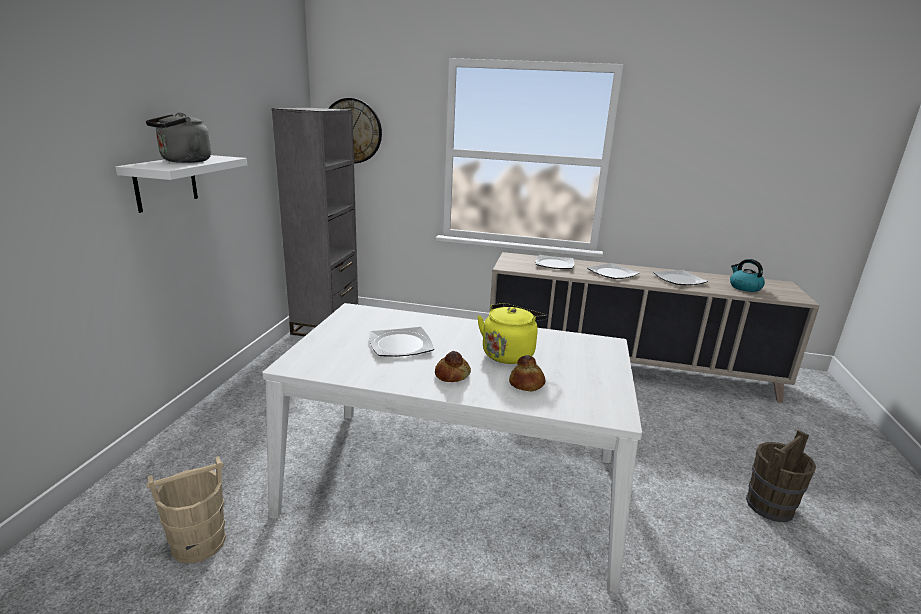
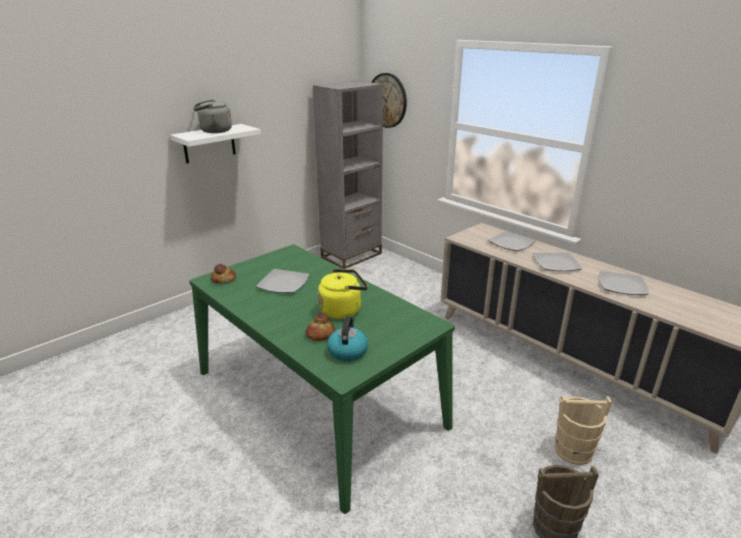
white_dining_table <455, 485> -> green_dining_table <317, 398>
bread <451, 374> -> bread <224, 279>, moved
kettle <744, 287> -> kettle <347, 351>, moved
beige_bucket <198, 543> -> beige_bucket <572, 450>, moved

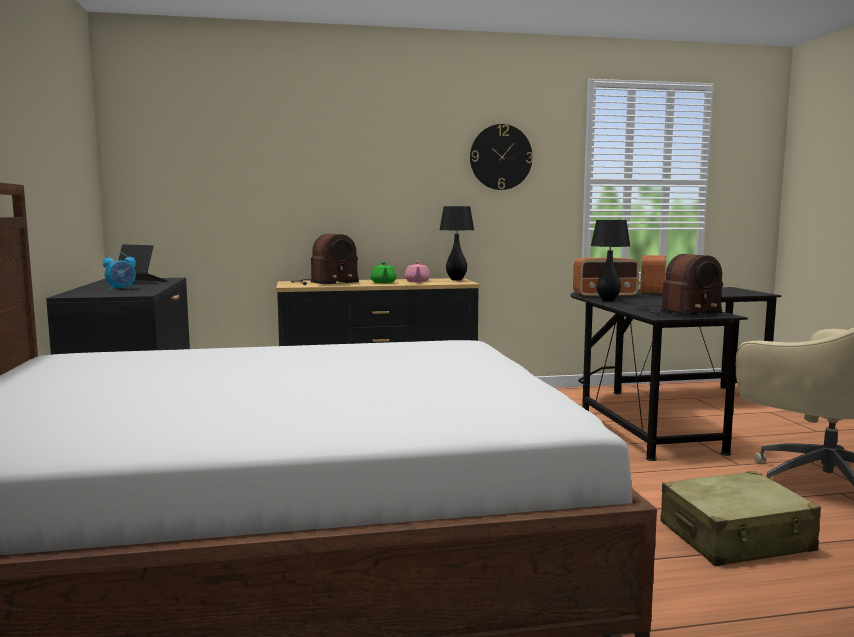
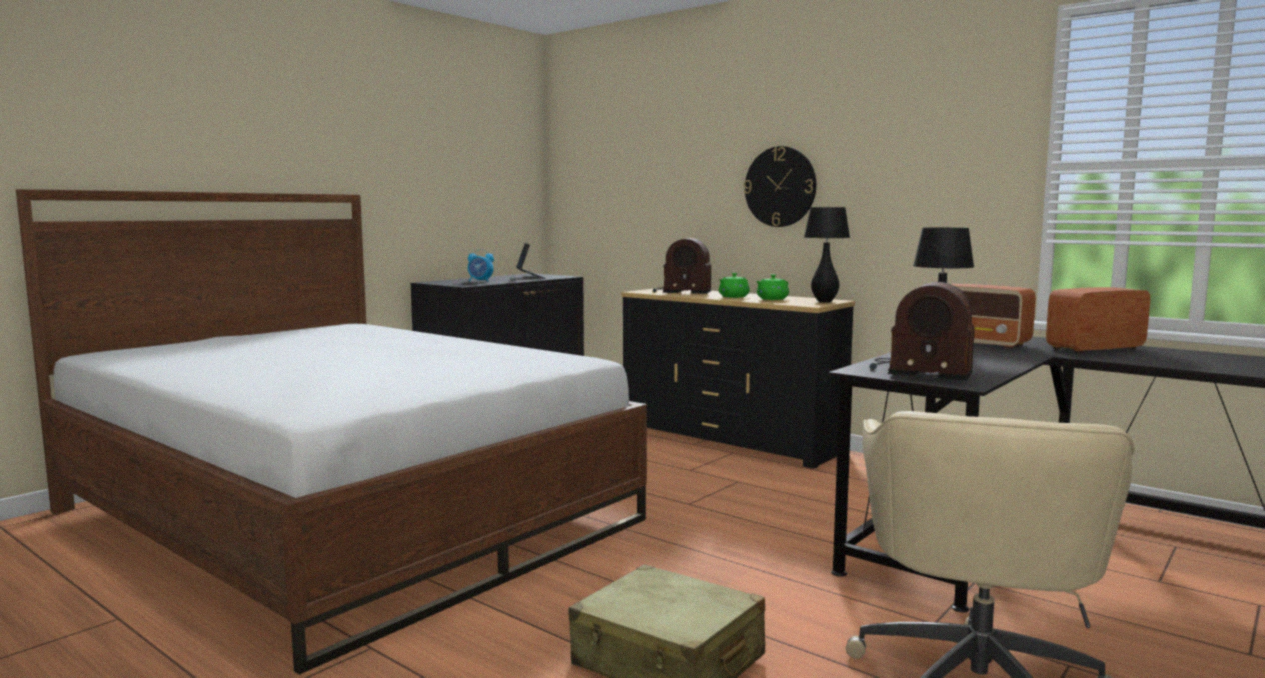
wall_clock <501, 157> -> wall_clock <780, 186>, moved
pink_teapot <417, 281> -> green_teapot <771, 299>

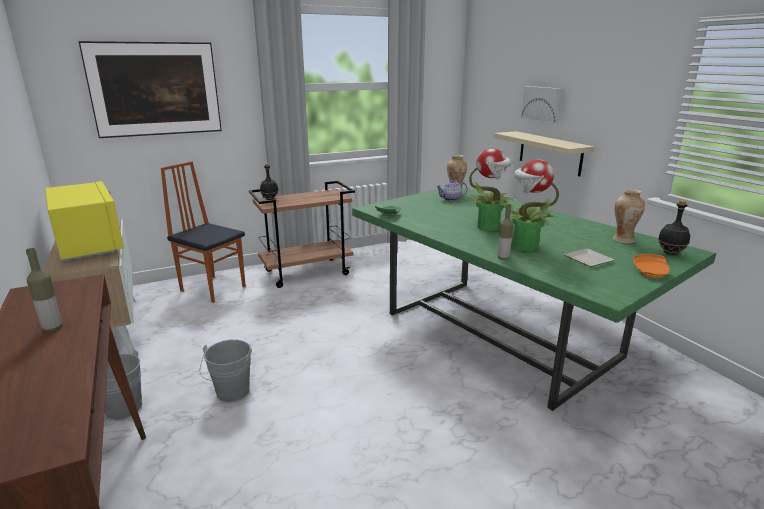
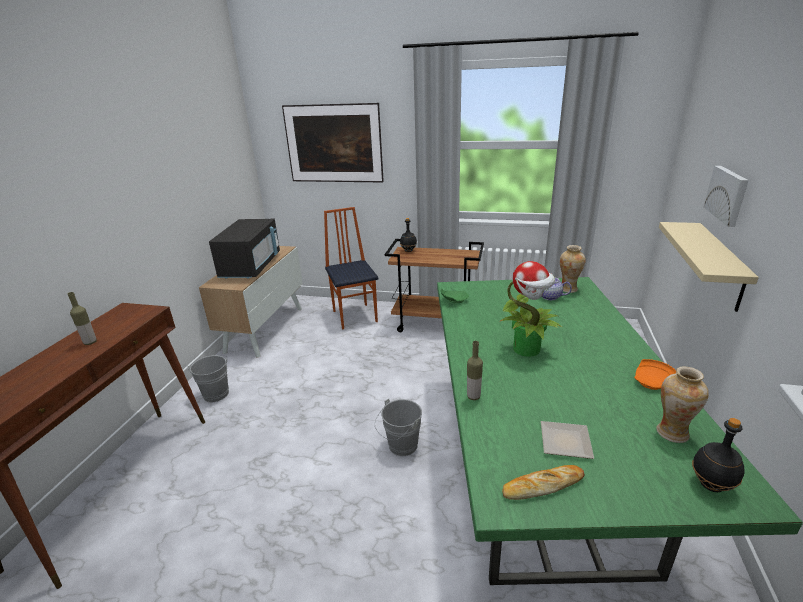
yellow_microwave <90, 245> -> black_microwave <251, 267>
grey_bucket <231, 394> -> grey_bucket <400, 447>, moved
none -> bread <542, 486>
orange_plate <651, 273> -> orange_plate <652, 381>, moved
potted_plant <524, 246> -> none

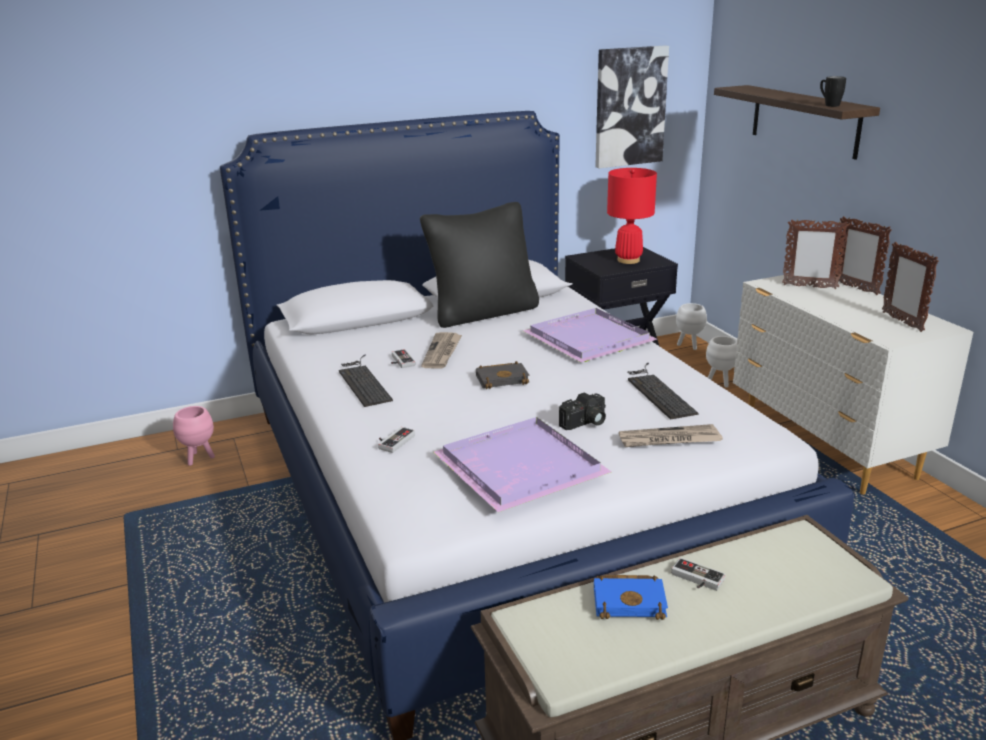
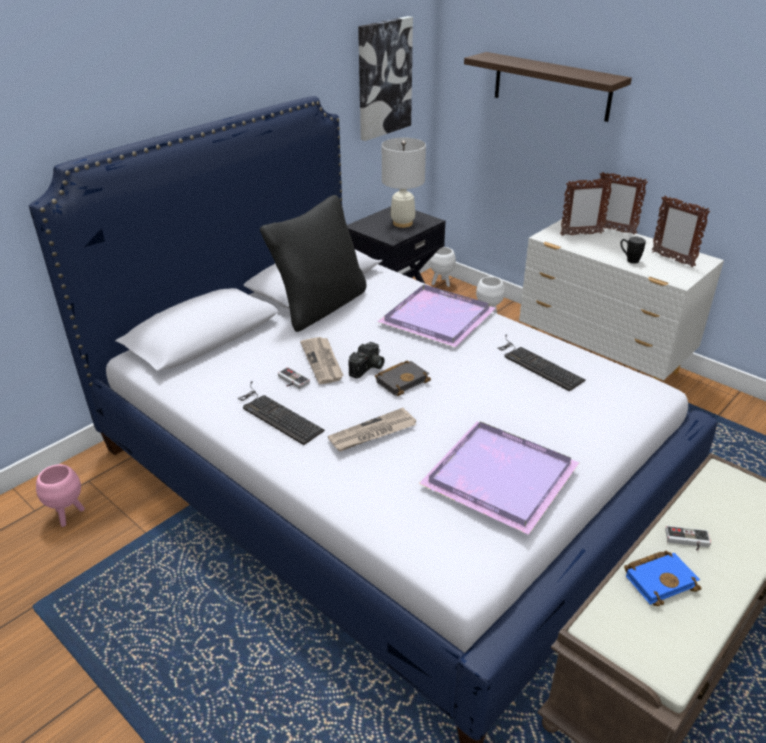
newspaper <669, 440> -> newspaper <372, 433>, moved
photo_camera <585, 423> -> photo_camera <368, 368>, moved
red_table_lamp <628, 260> -> white_table_lamp <402, 223>
black_mug <828, 105> -> black_mug <629, 260>, moved
game_controller <393, 441> -> none

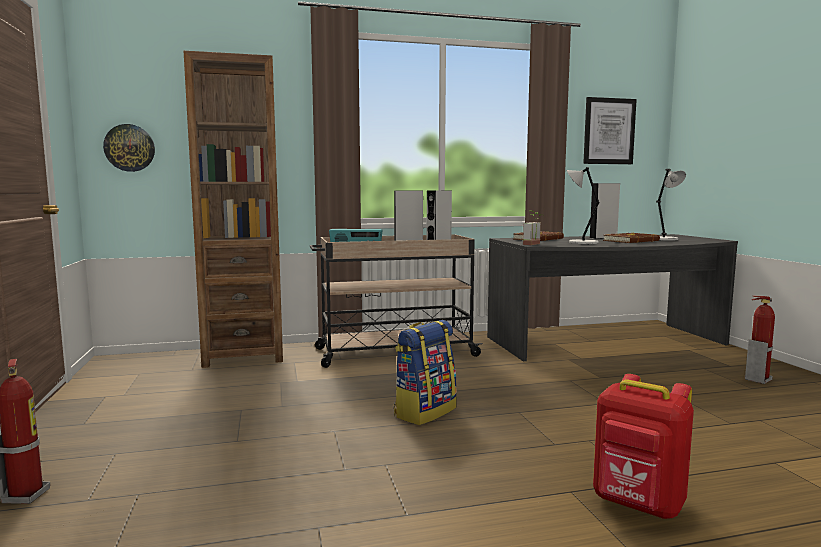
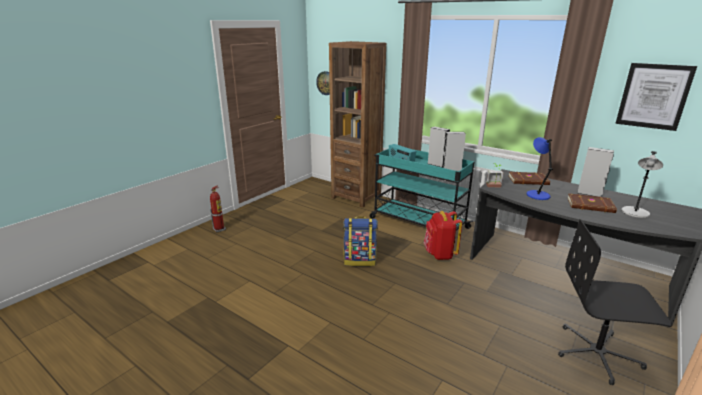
beige_cart <394, 352> -> turquoise_cart <417, 223>
red_backpack <638, 505> -> red_backpack <439, 254>, moved
grey_table_lamp <581, 242> -> blue_table_lamp <537, 195>
fire_extinguisher <757, 379> -> black_office_chair <597, 354>

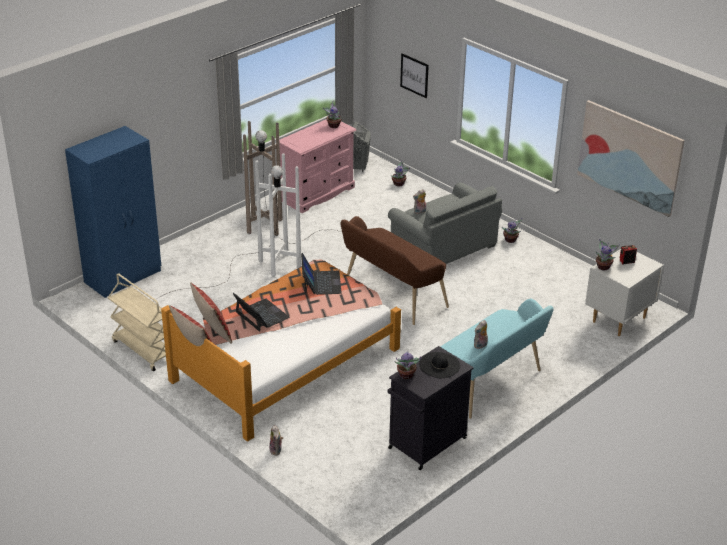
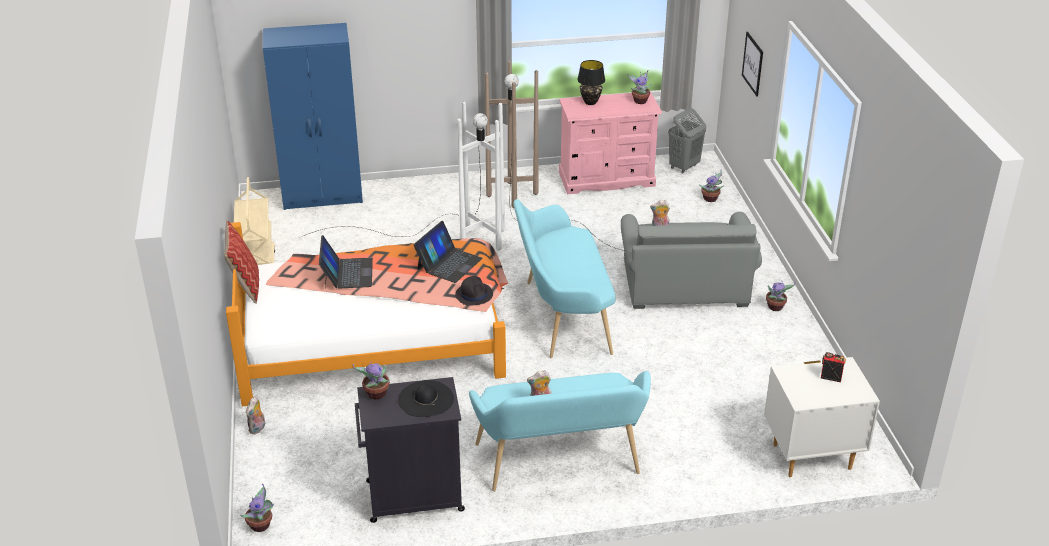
potted_plant <604, 267> -> potted_plant <261, 525>, moved
none -> black_hat <474, 294>
brown_bench <390, 296> -> turquoise_bench <561, 316>
none -> black_table_lamp <590, 102>
pillow <212, 332> -> none
picture <629, 157> -> none

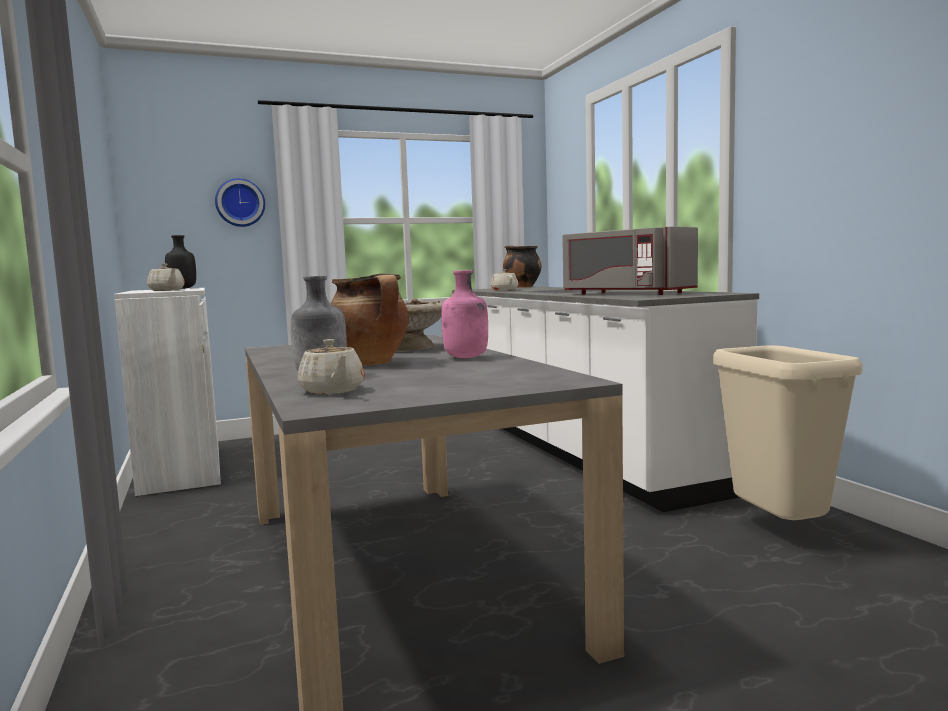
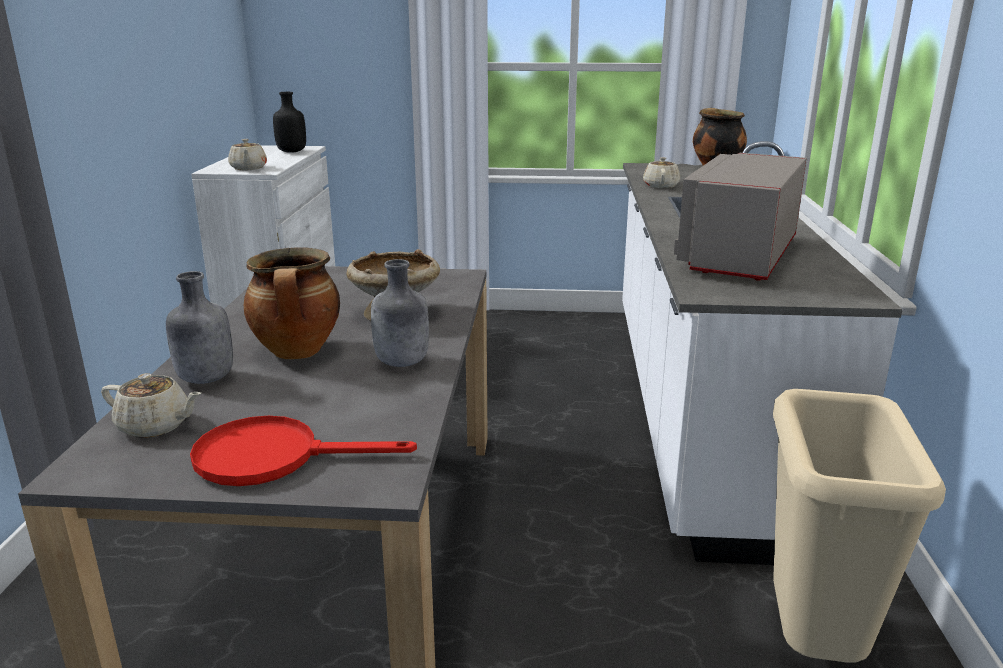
beige_teapot <332, 391> -> beige_teapot <156, 426>, 75 degrees counterclockwise
none -> red_frying_pan <274, 457>
pink_bottle <466, 357> -> grey_bottle <402, 363>
grey_microwave <625, 294> -> grey_microwave <738, 256>, 45 degrees clockwise
wall_clock <240, 203> -> none

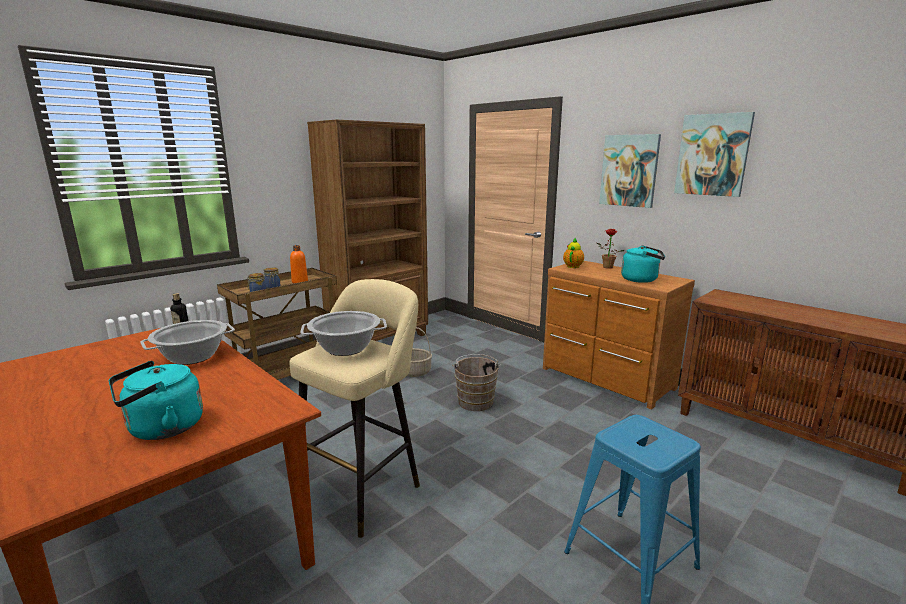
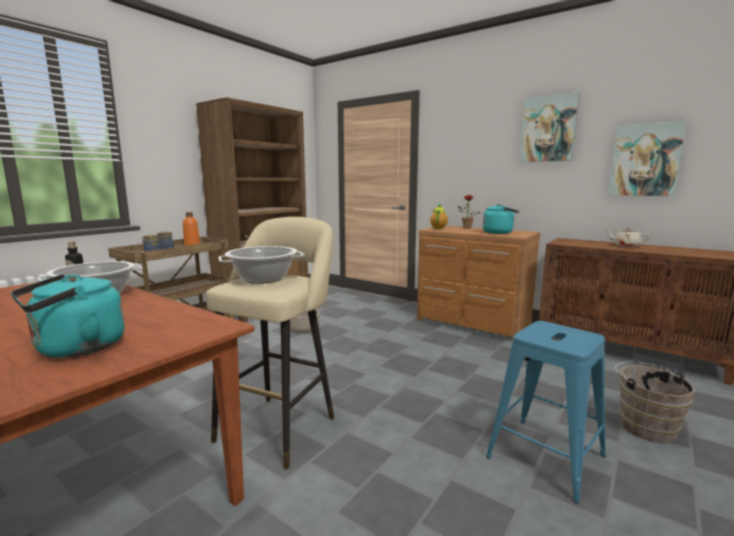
none -> beige_teapot <625, 245>
picture <629, 170> -> picture <645, 160>, moved
brown_bucket <476, 401> -> brown_bucket <644, 426>, moved

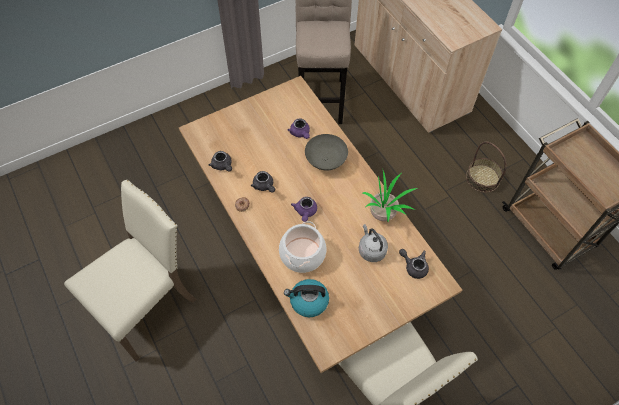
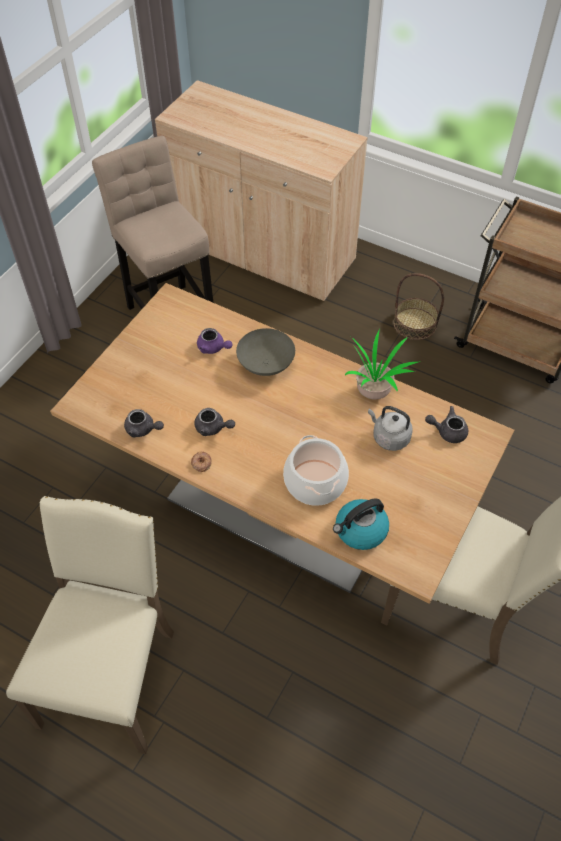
purple_teapot <305, 212> -> none

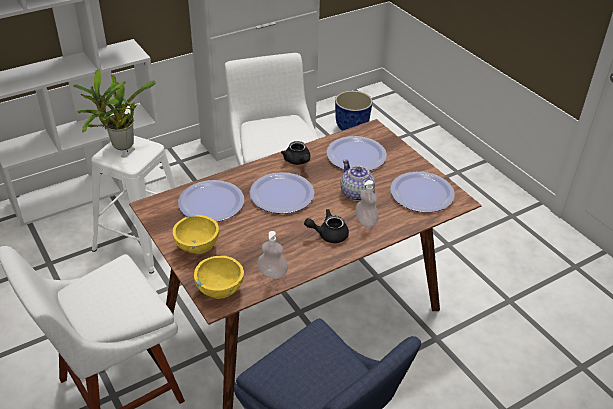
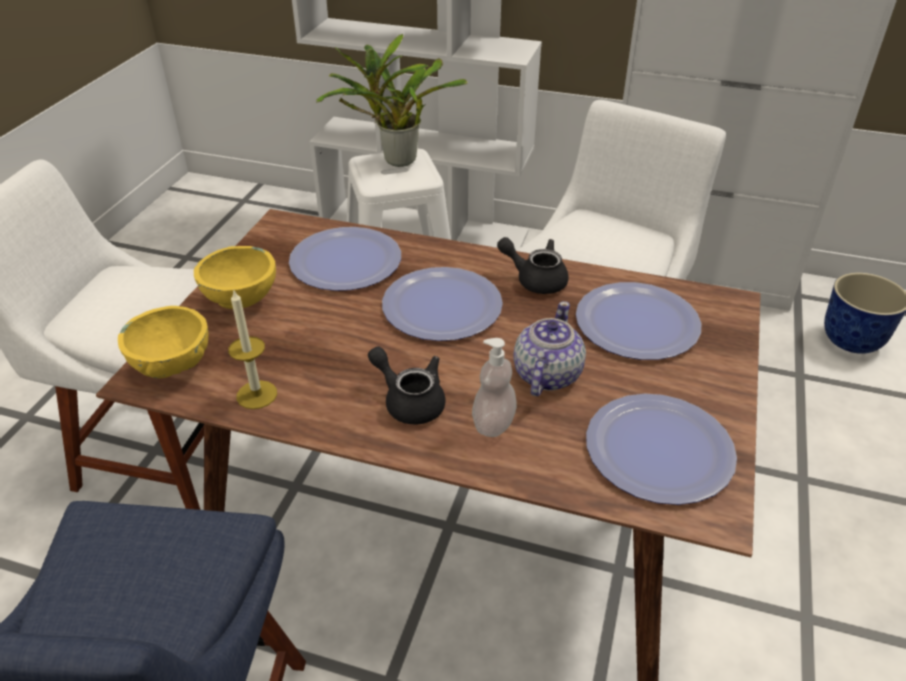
soap_dispenser <272, 273> -> candle <256, 394>
black_teapot <298, 161> -> black_teapot <535, 279>, 90 degrees clockwise

